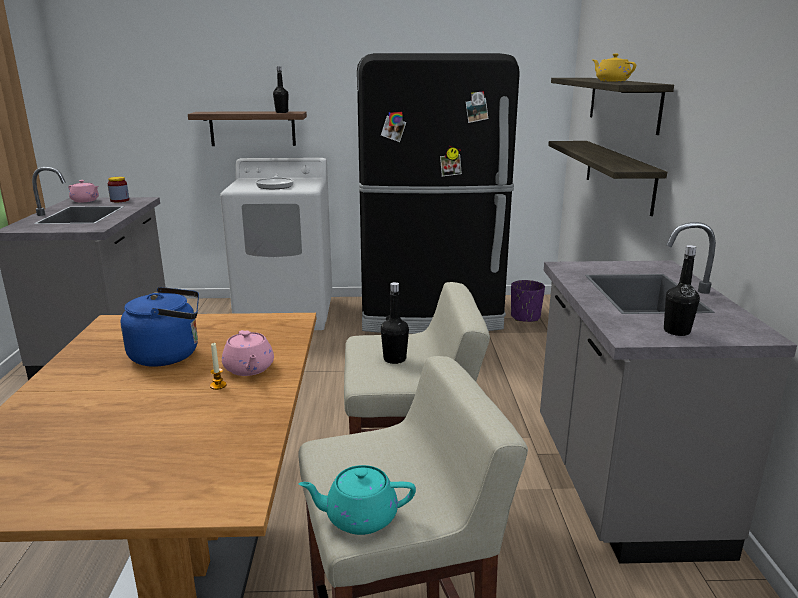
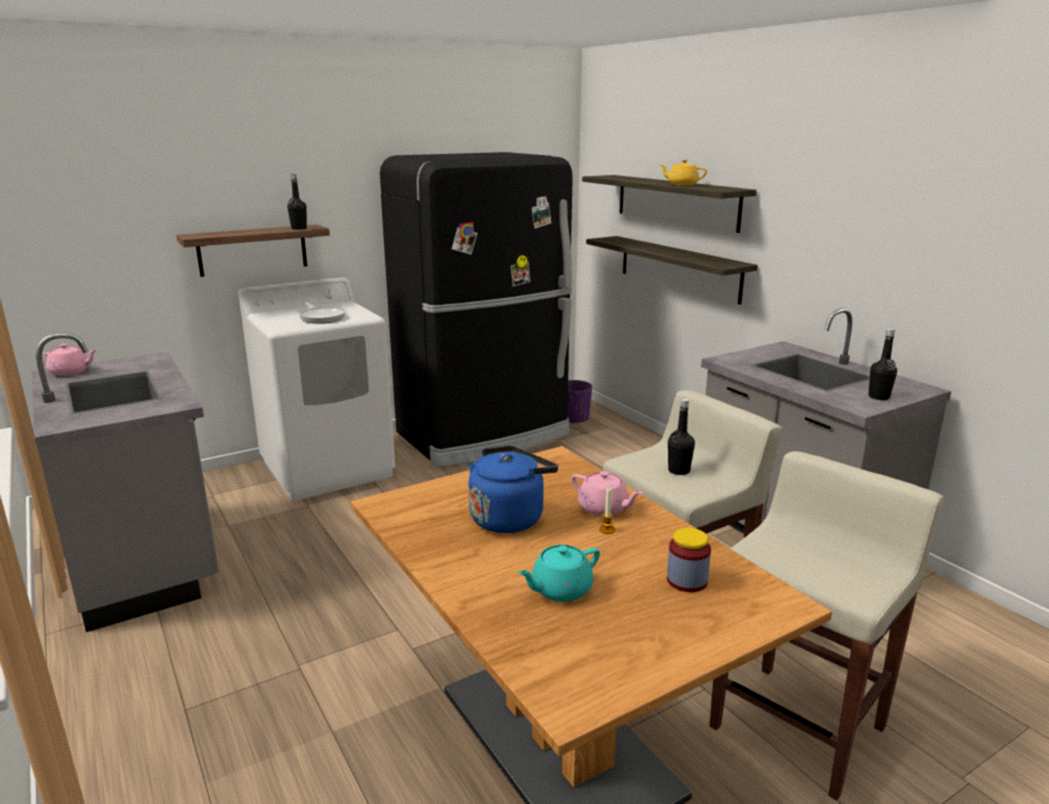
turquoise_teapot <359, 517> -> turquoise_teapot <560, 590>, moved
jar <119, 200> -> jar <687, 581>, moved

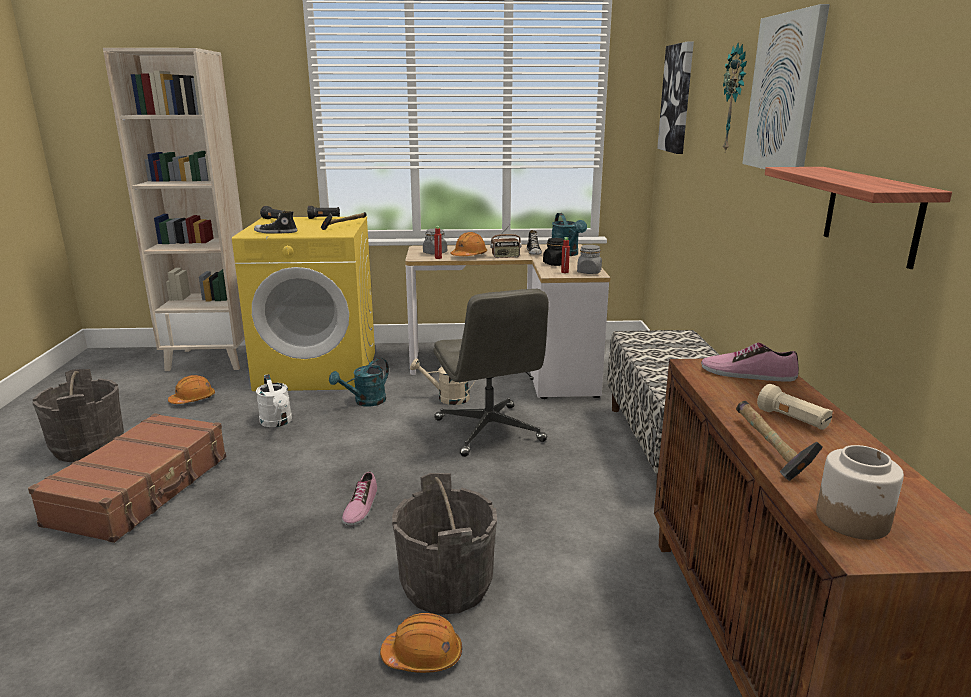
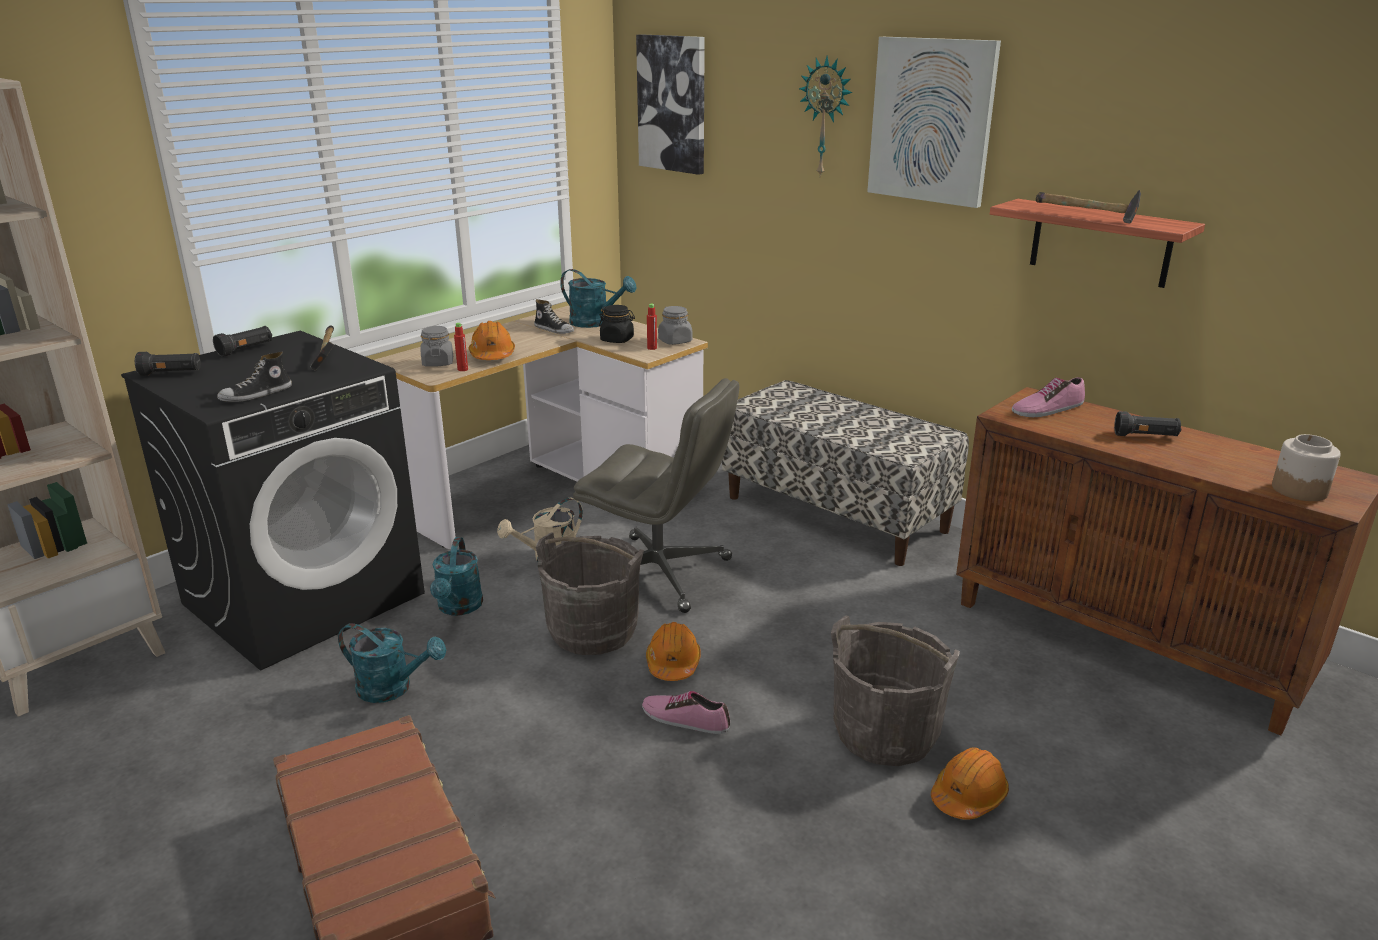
yellow_washing_machine <318, 370> -> black_washing_machine <305, 597>
white_watering_can <277, 422> -> turquoise_watering_can <393, 688>
grey_bucket <88, 447> -> grey_bucket <592, 631>, moved
shoe <360, 507> -> shoe <685, 719>, 150 degrees clockwise
orange_hard_hat <193, 399> -> orange_hard_hat <673, 663>, moved
hammer <768, 449> -> hammer <1086, 216>, moved
beige_flashlight <793, 420> -> black_flashlight <1145, 436>
radio <505, 257> -> none

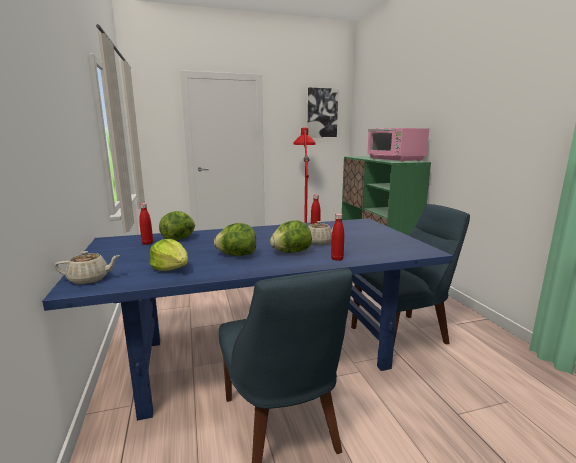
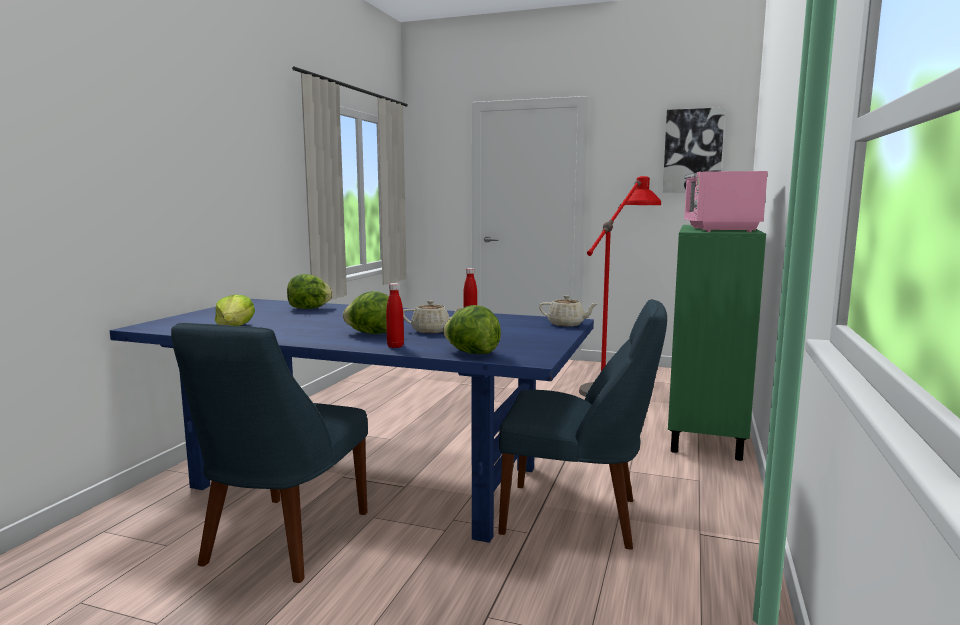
lettuce <237, 255> -> lettuce <471, 353>, moved
beige_teapot <90, 279> -> beige_teapot <566, 324>, moved
red_bottle <147, 243> -> none

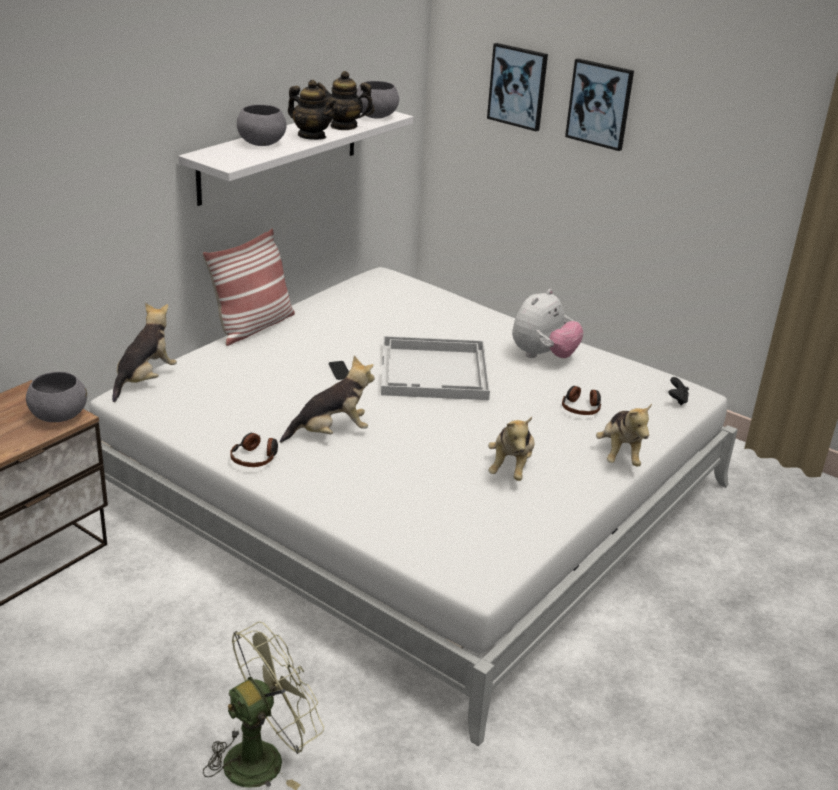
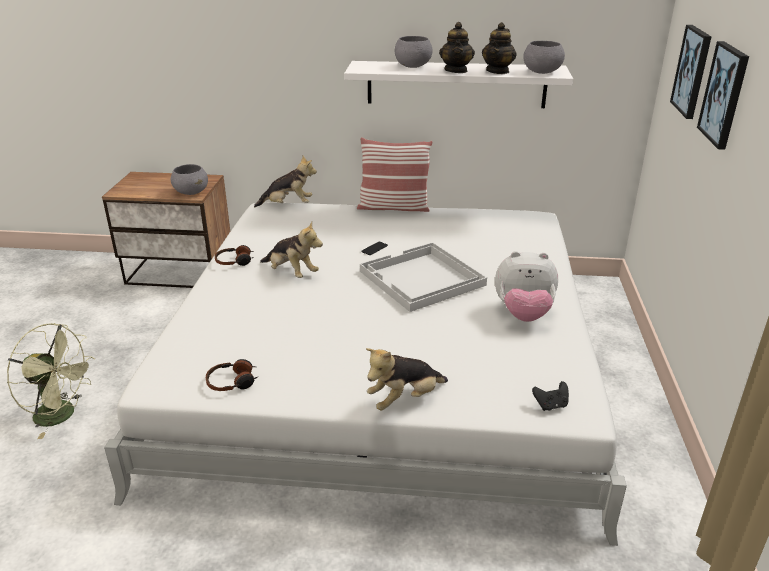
headphones <581, 407> -> headphones <232, 382>, moved
teapot <344, 126> -> teapot <498, 71>, 135 degrees counterclockwise
plush_toy <511, 467> -> none

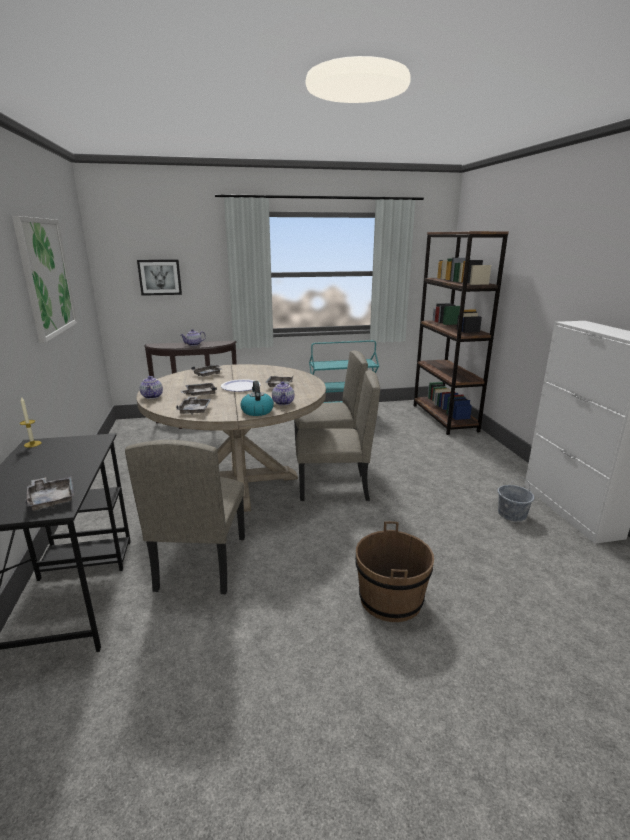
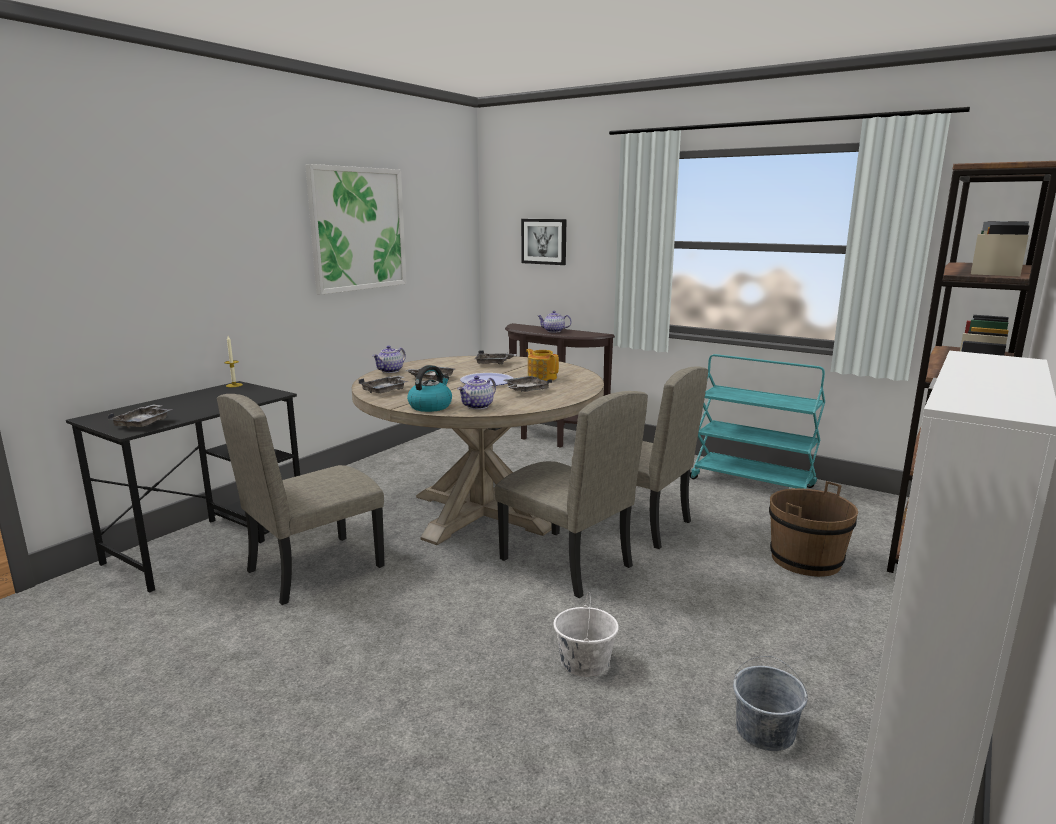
none -> teapot <542, 377>
none -> white_bucket <584, 661>
brown_bucket <391, 599> -> brown_bucket <806, 560>, moved

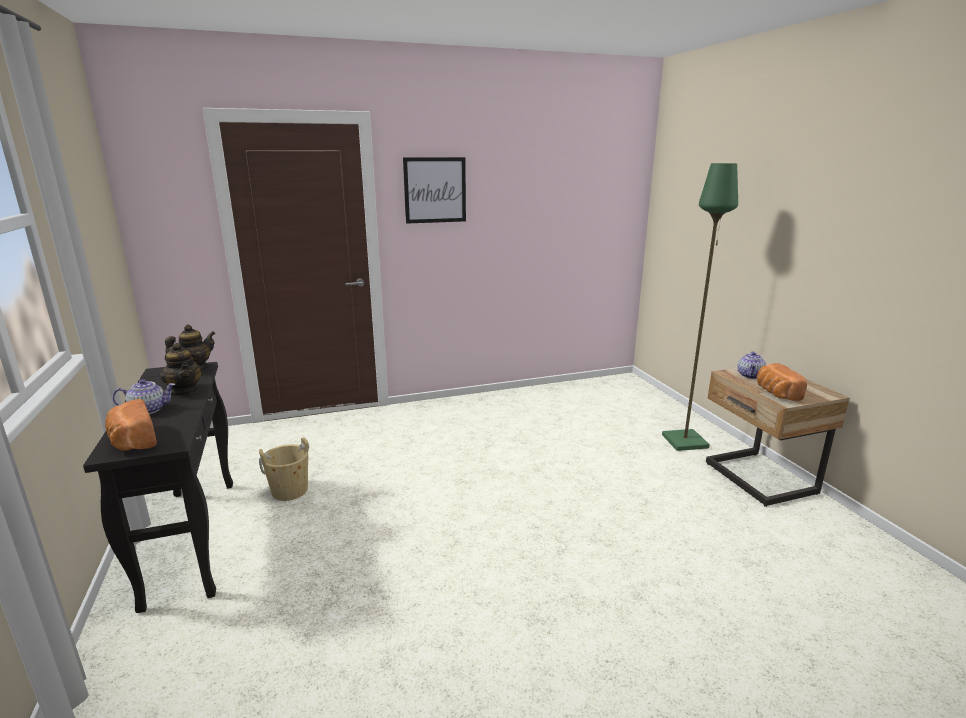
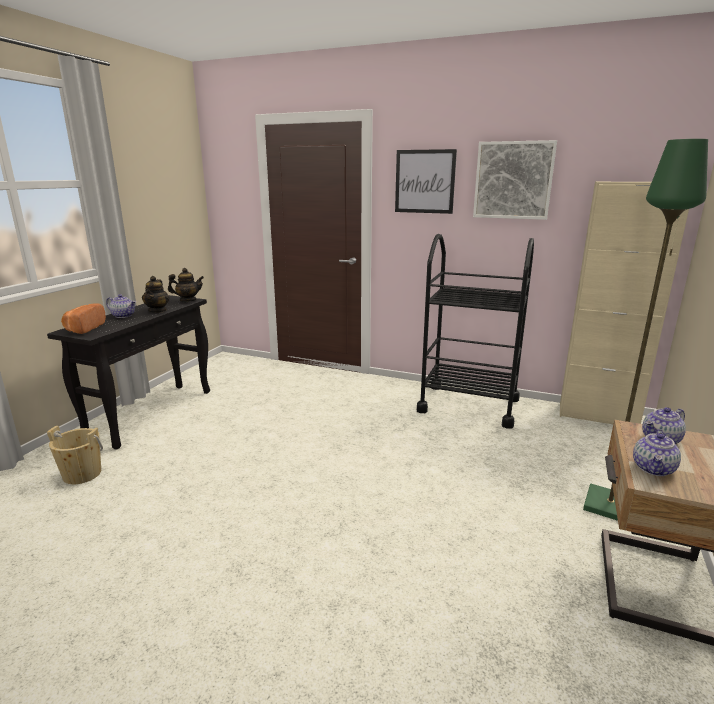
beige_bucket <290, 491> -> beige_bucket <82, 474>, moved
none -> black_cart <468, 405>
none -> picture <513, 180>
none -> beige_cabinet <597, 416>
bread <775, 393> -> teapot <654, 469>

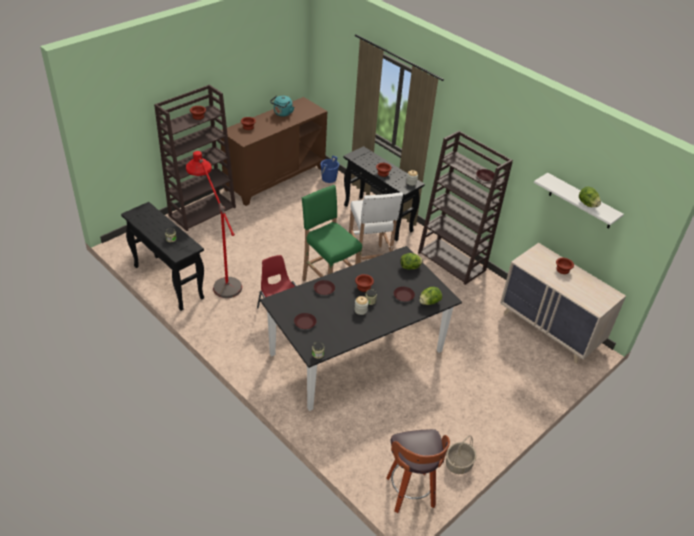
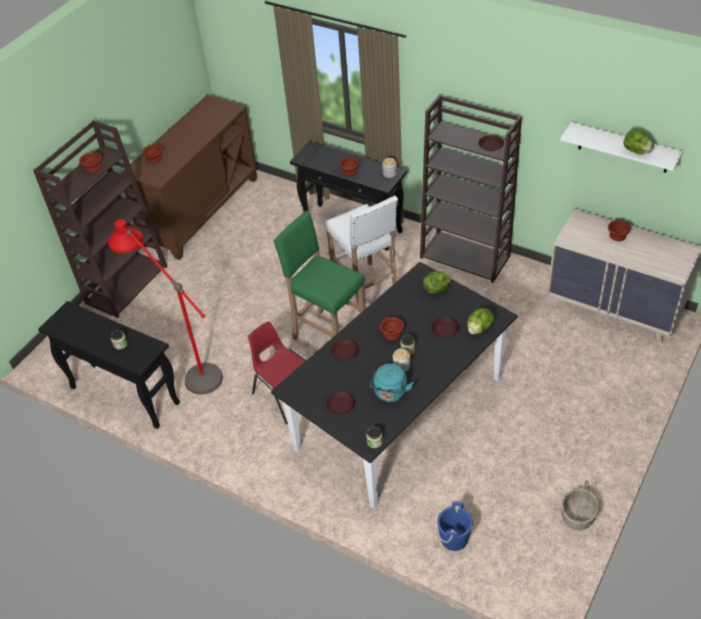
turquoise_kettle <282, 114> -> turquoise_kettle <390, 394>, moved
blue_bucket <329, 178> -> blue_bucket <454, 538>, moved
stool <411, 493> -> none

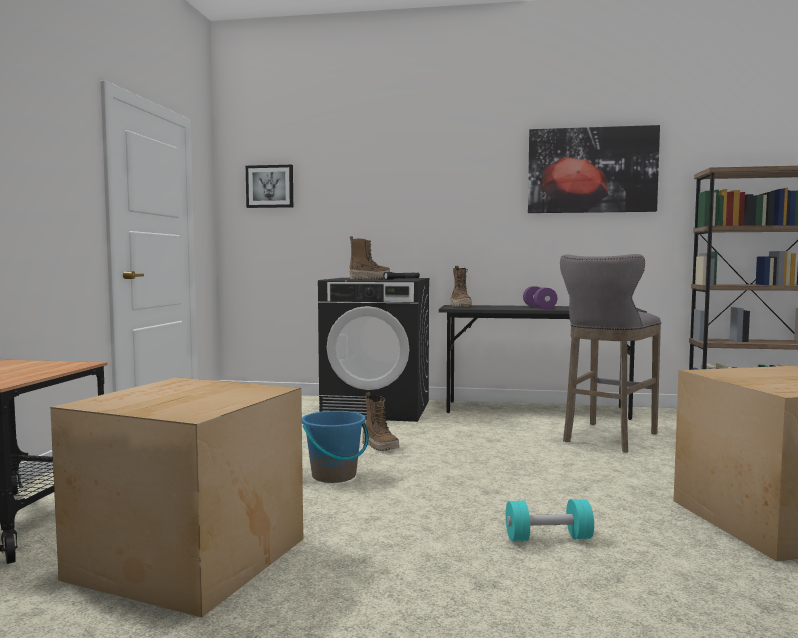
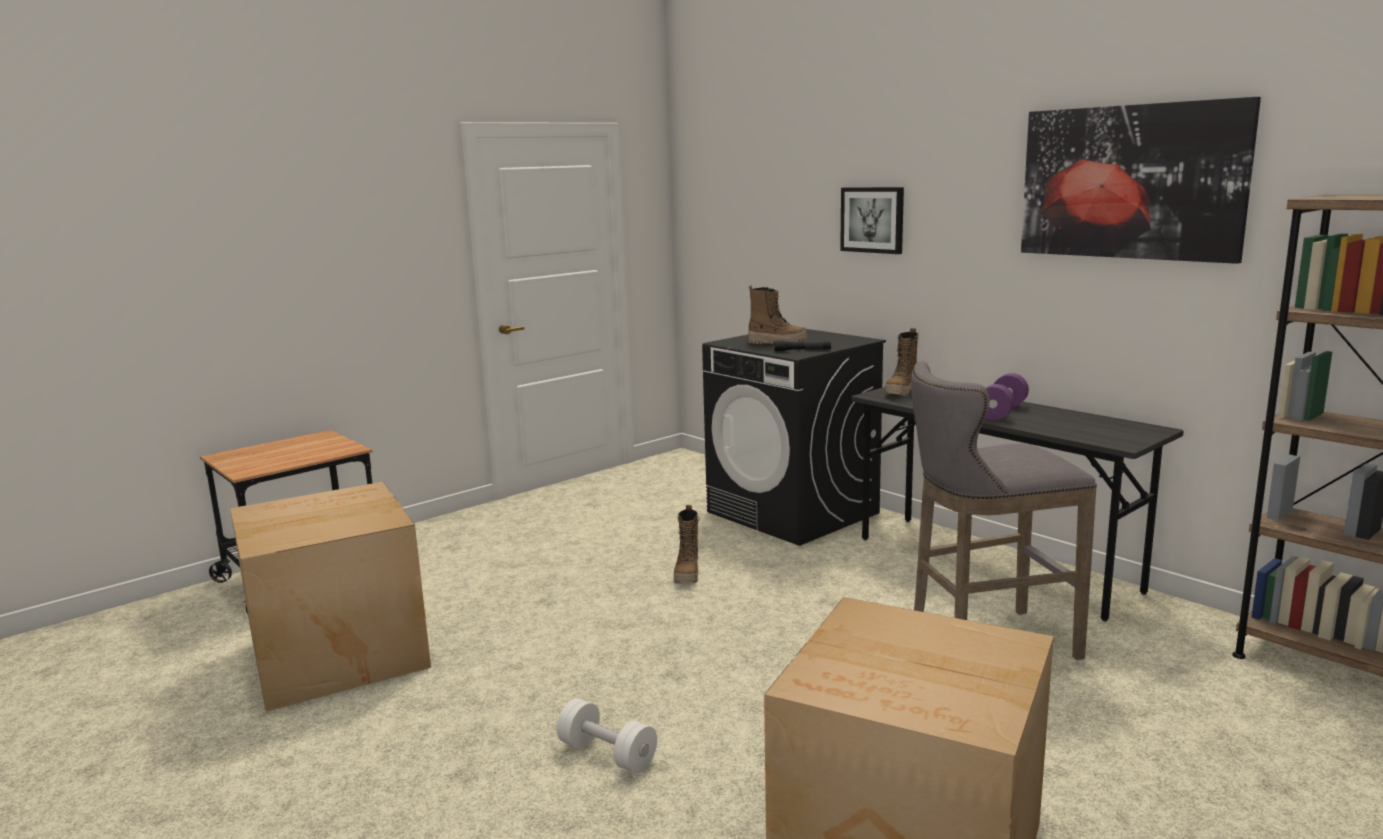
turquoise_dumbbell <548, 538> -> white_dumbbell <607, 754>
picture <270, 186> -> picture <872, 220>, moved
blue_bucket <334, 476> -> none

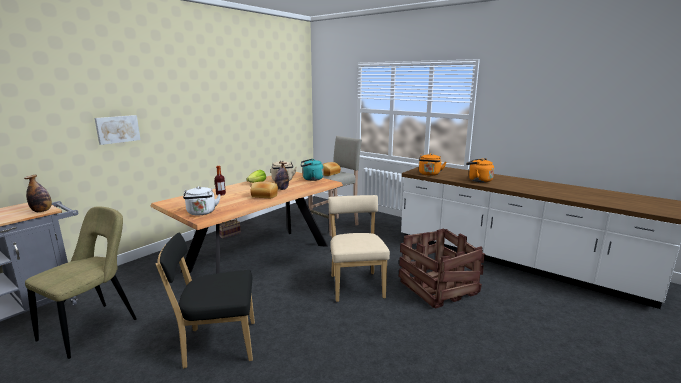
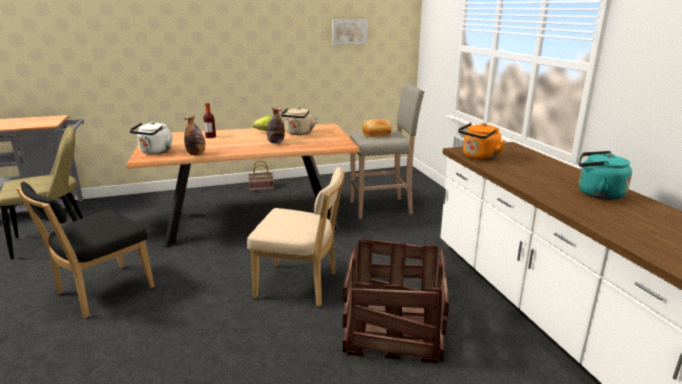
black_chair <216, 344> -> black_chair <101, 292>, 75 degrees counterclockwise
bottle <42, 211> -> bottle <196, 154>, moved
beige_chair <356, 285> -> beige_chair <300, 285>, 75 degrees clockwise
picture <117, 129> -> picture <349, 31>, moved
turquoise_kettle <311, 179> -> turquoise_kettle <596, 194>, moved
bread <264, 196> -> none
orange_kettle <478, 180> -> none

